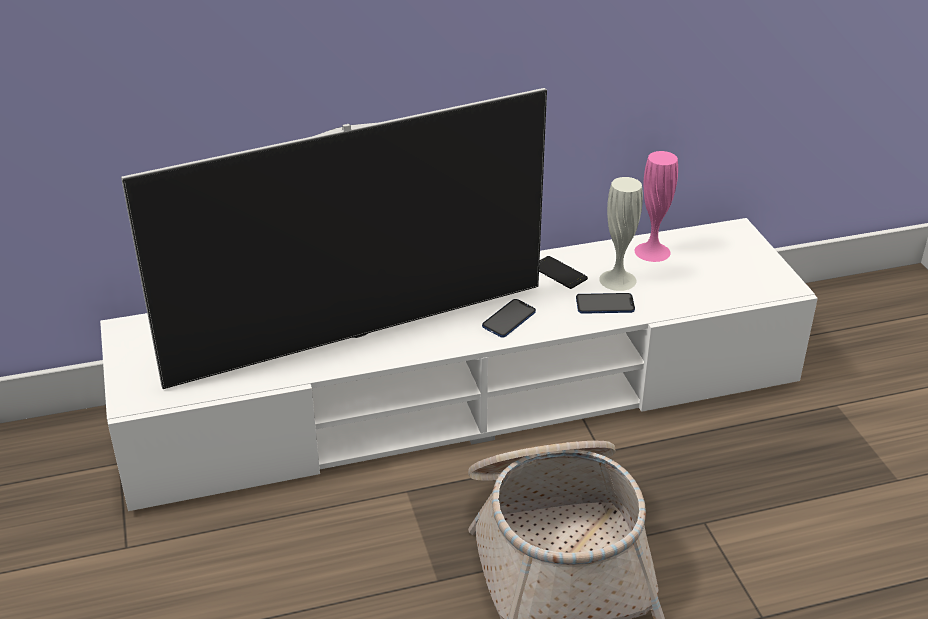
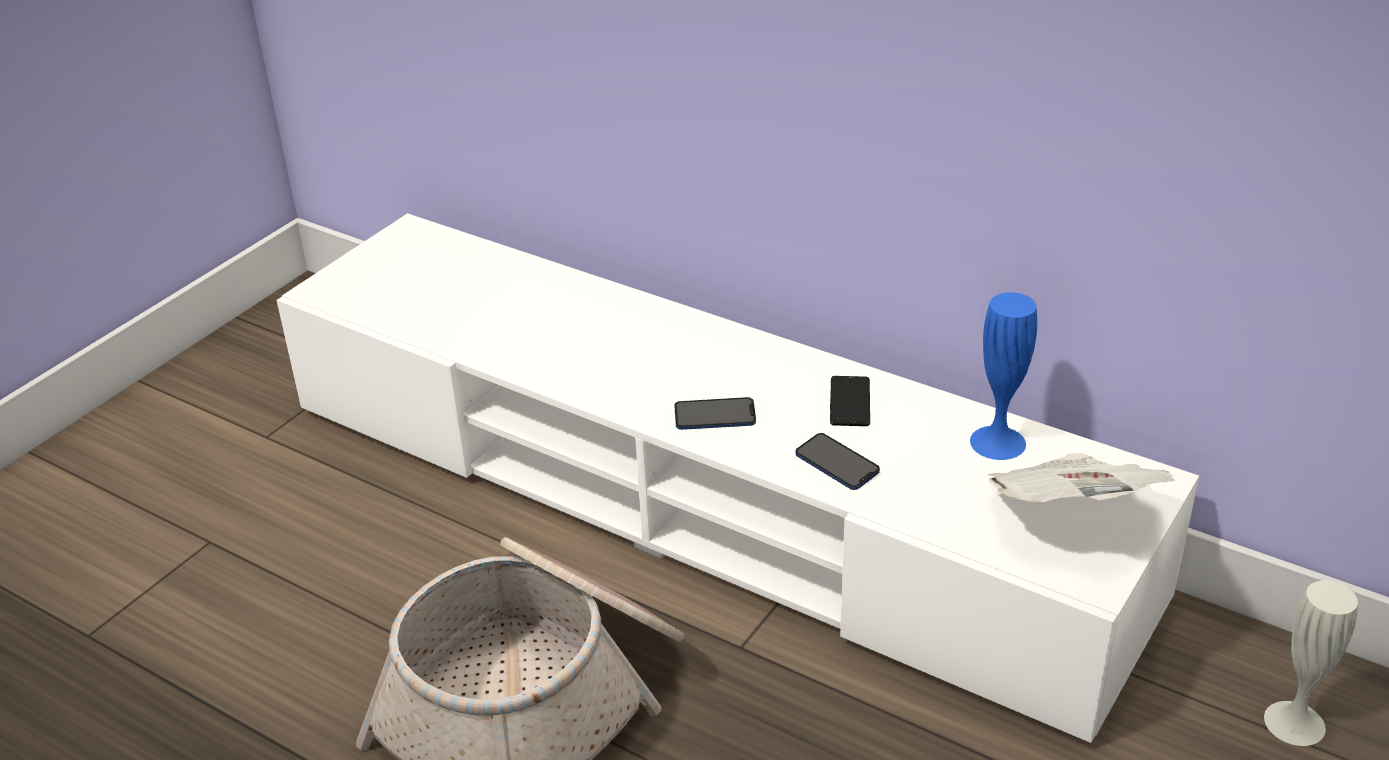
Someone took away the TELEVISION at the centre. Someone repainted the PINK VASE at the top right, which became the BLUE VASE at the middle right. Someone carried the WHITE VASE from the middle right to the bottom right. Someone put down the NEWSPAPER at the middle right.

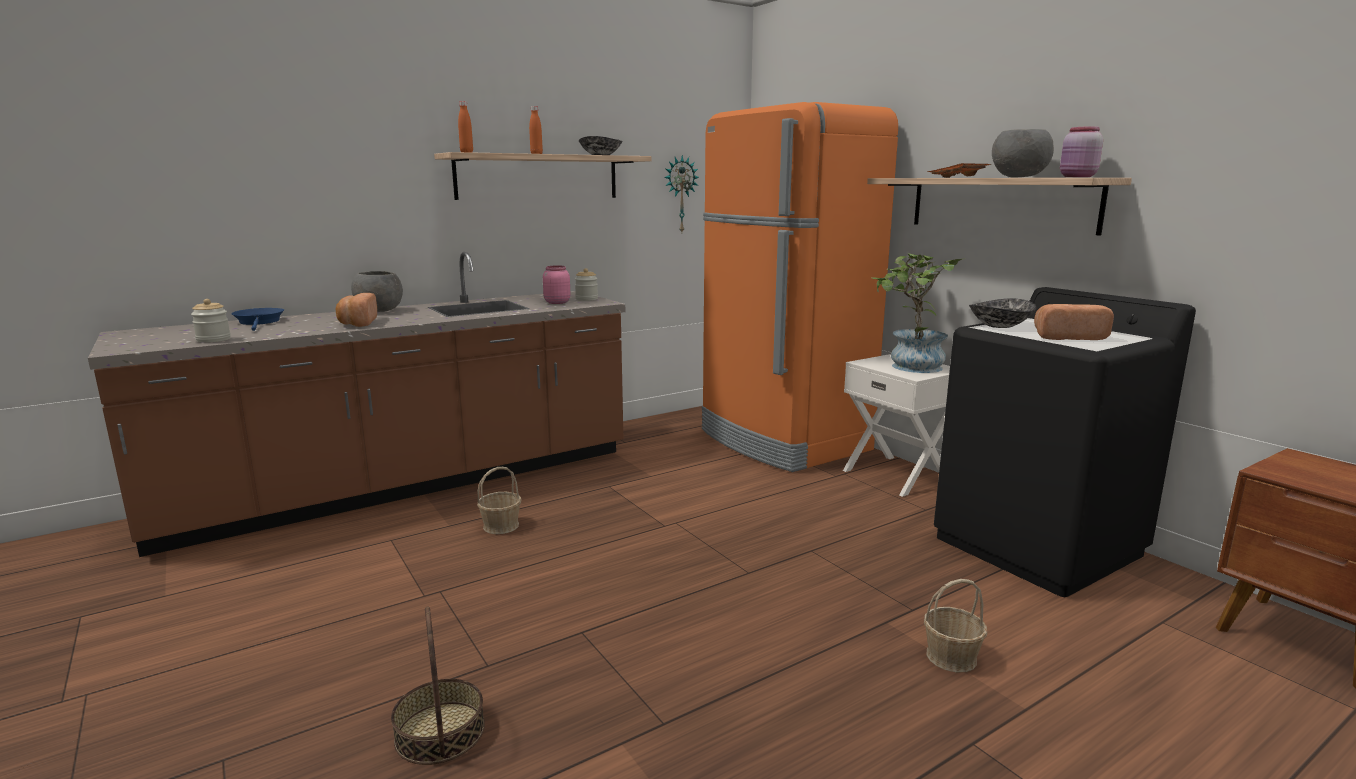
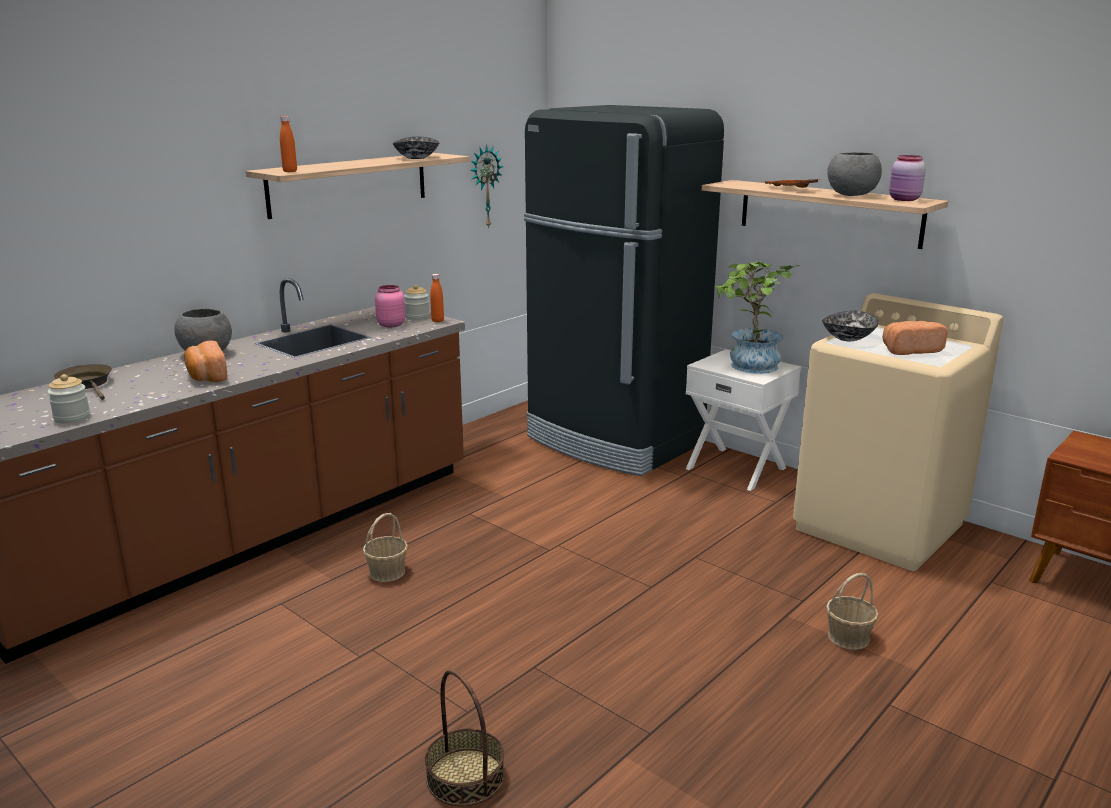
Someone repainted the ORANGE FRIDGE at the centre, which became the BLACK FRIDGE at the centre. Someone carried the ORANGE BOTTLE (no. 2 from left) from the top centre to the centre. Someone repainted the BLACK WASHING MACHINE at the middle right, which became the BEIGE WASHING MACHINE at the middle right. Someone repainted the BLUE FRYING PAN at the middle left, which became the BROWN FRYING PAN at the middle left.

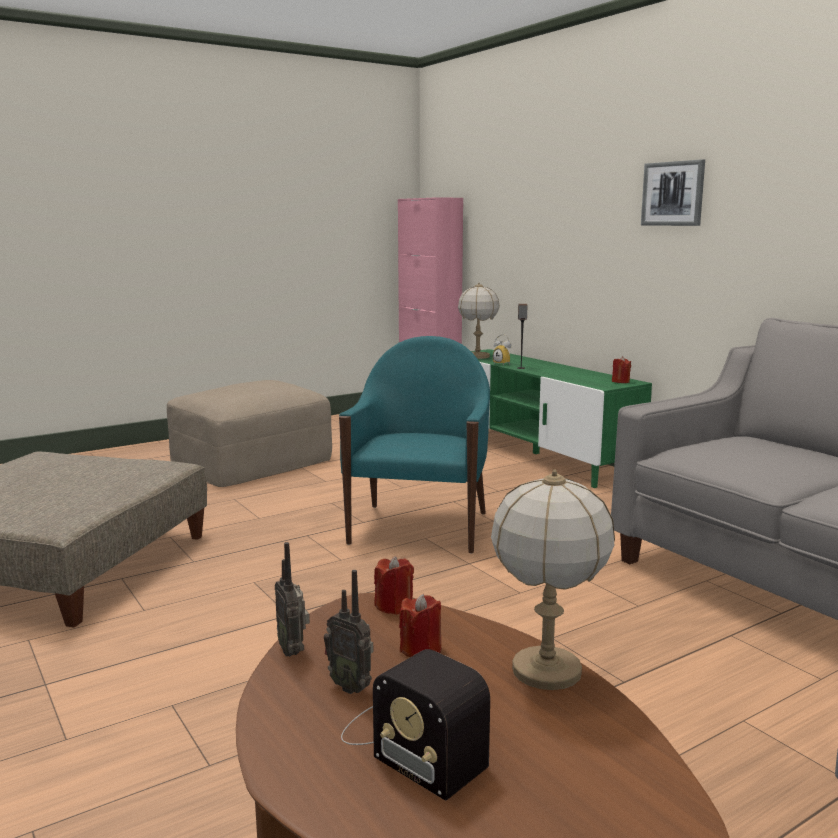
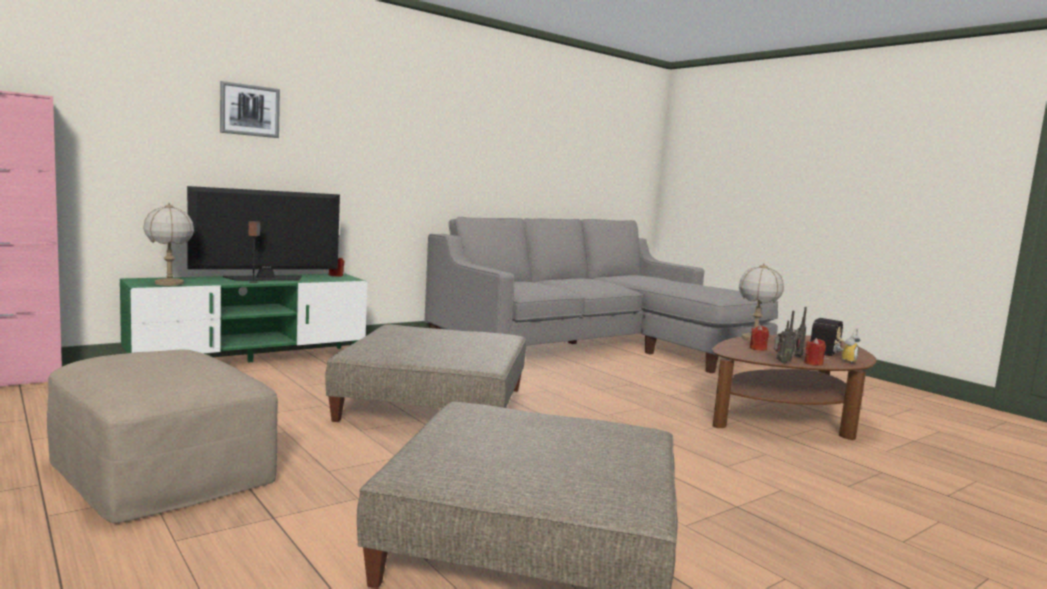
Someone carried the PICTURE from the top right to the top left. Someone carried the ALARM CLOCK from the centre to the middle right. Someone swapped the TURQUOISE ARMCHAIR at the centre for the BEIGE OTTOMAN (no. 2 from left) at the centre. Someone carried the RED CANDLE (no. 1 from left in the first image) from the bottom centre to the middle right. Someone put down the TELEVISION at the middle left.

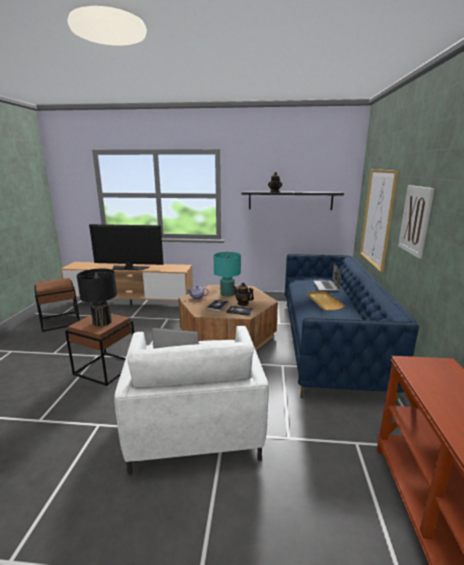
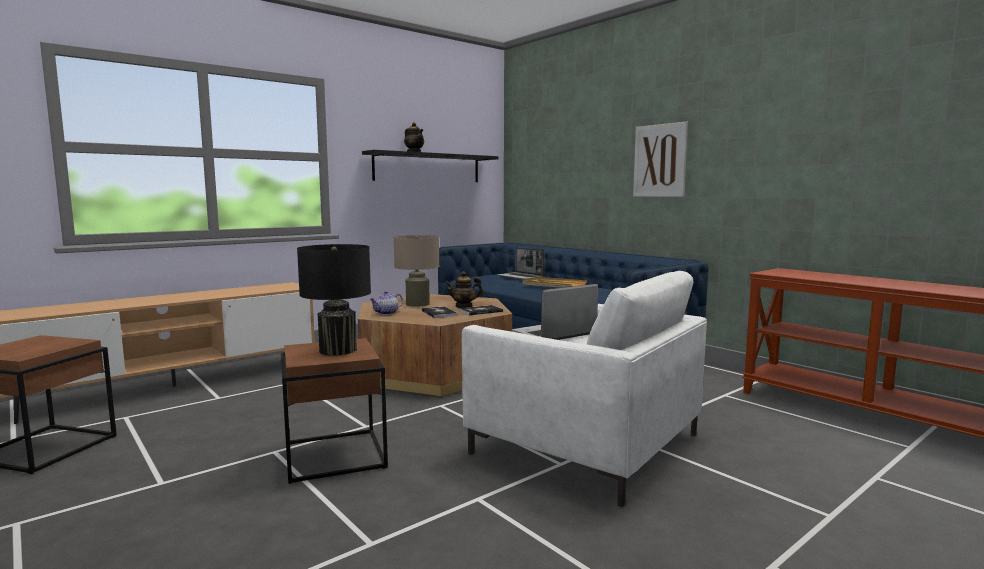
Someone took away the PICTURE (no. 1 from left) at the middle right. Someone took away the TELEVISION at the middle left. Someone repainted the TURQUOISE TABLE LAMP at the centre, which became the BEIGE TABLE LAMP at the centre.

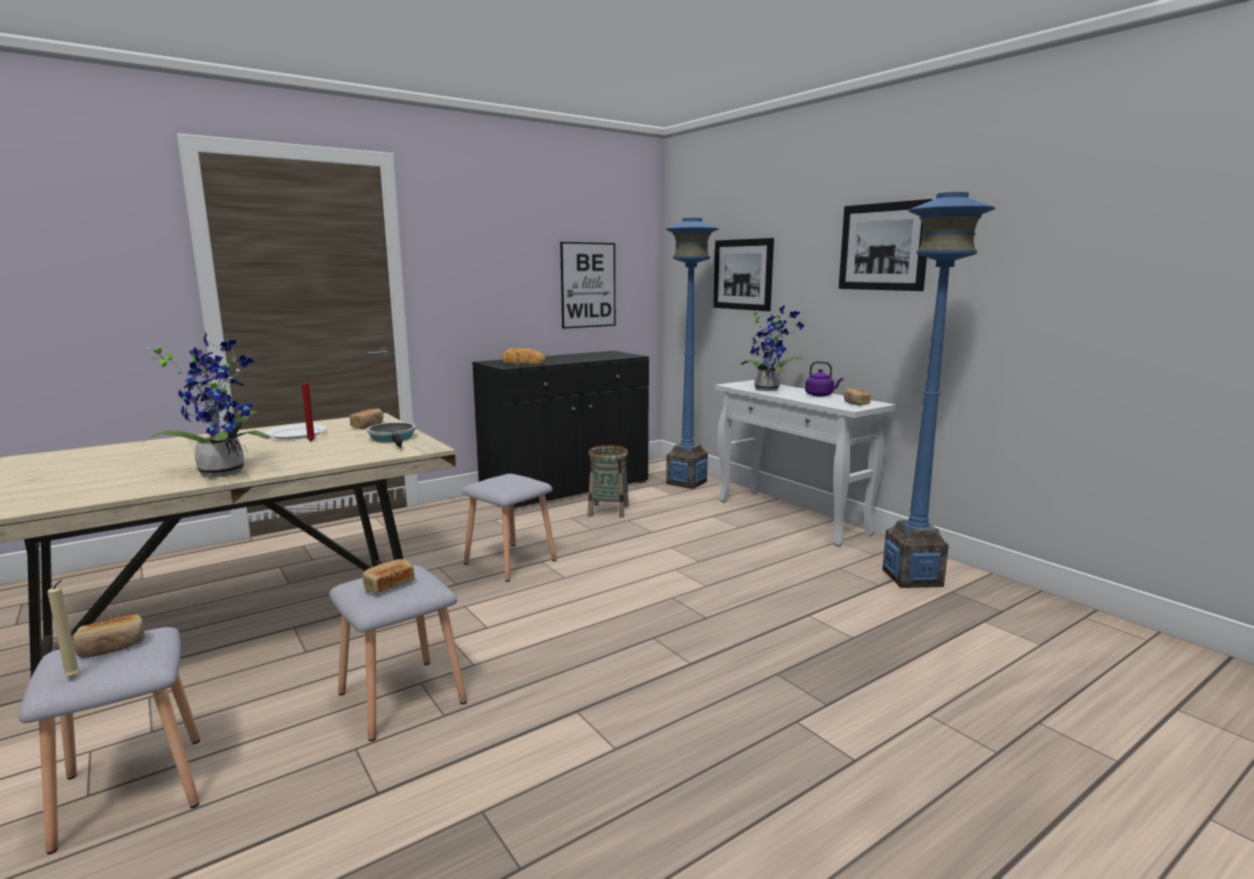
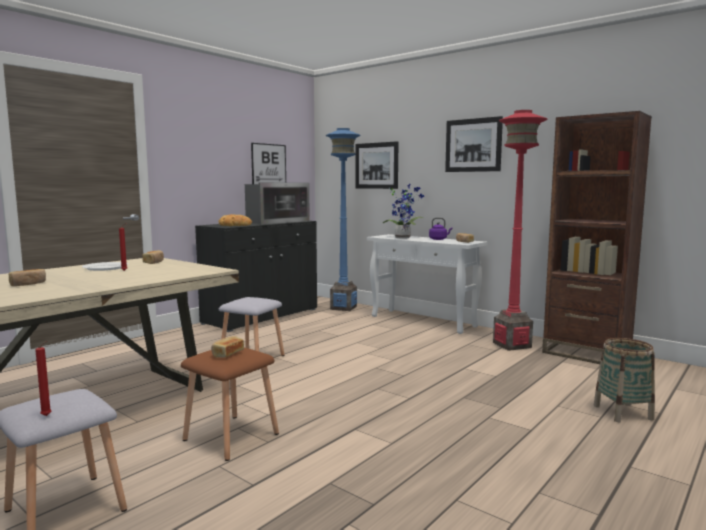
Someone repainted the BLUE FLOOR LAMP (no. 2 from left) at the middle right, which became the RED FLOOR LAMP at the middle right. Someone took away the POTTED PLANT (no. 1 from left) at the middle left. Someone took away the FRYING PAN at the middle left. Someone carried the BASKET from the centre to the bottom right. Someone repainted the GREY STOOL (no. 2 from left) at the bottom left, which became the BROWN STOOL at the bottom left. Someone repainted the BEIGE CANDLE at the bottom left, which became the RED CANDLE (no. 1 from left) at the bottom left. Someone carried the BREAD (no. 1 from left) from the bottom left to the middle left. Someone put down the BROWN BOOKCASE at the middle right. Someone put down the MICROWAVE at the centre.

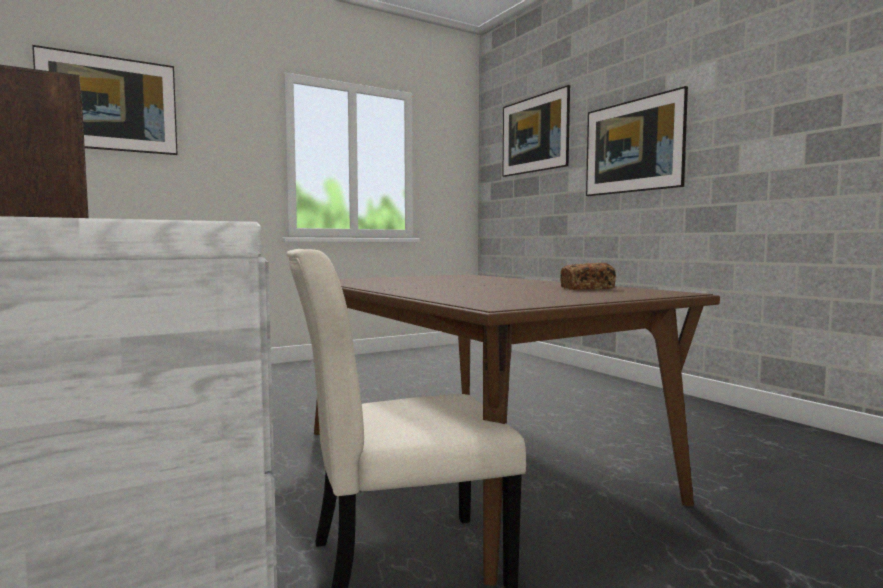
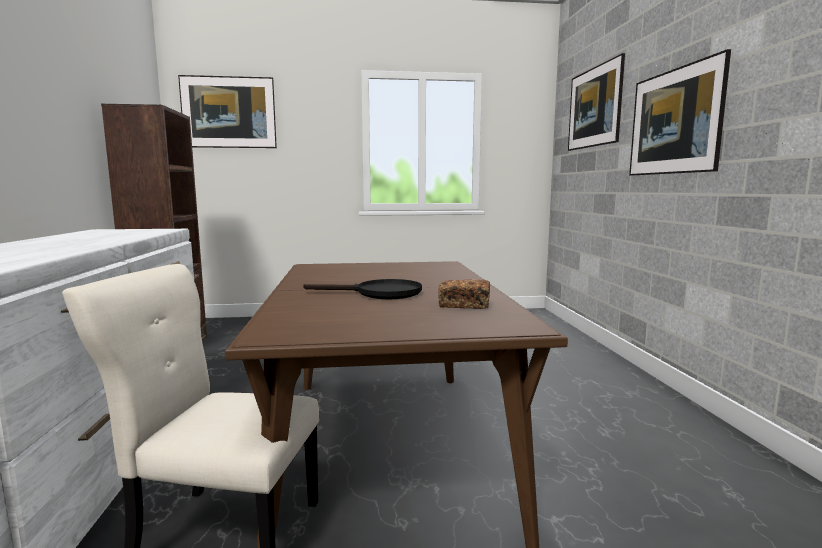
Someone put down the BLACK FRYING PAN at the centre.

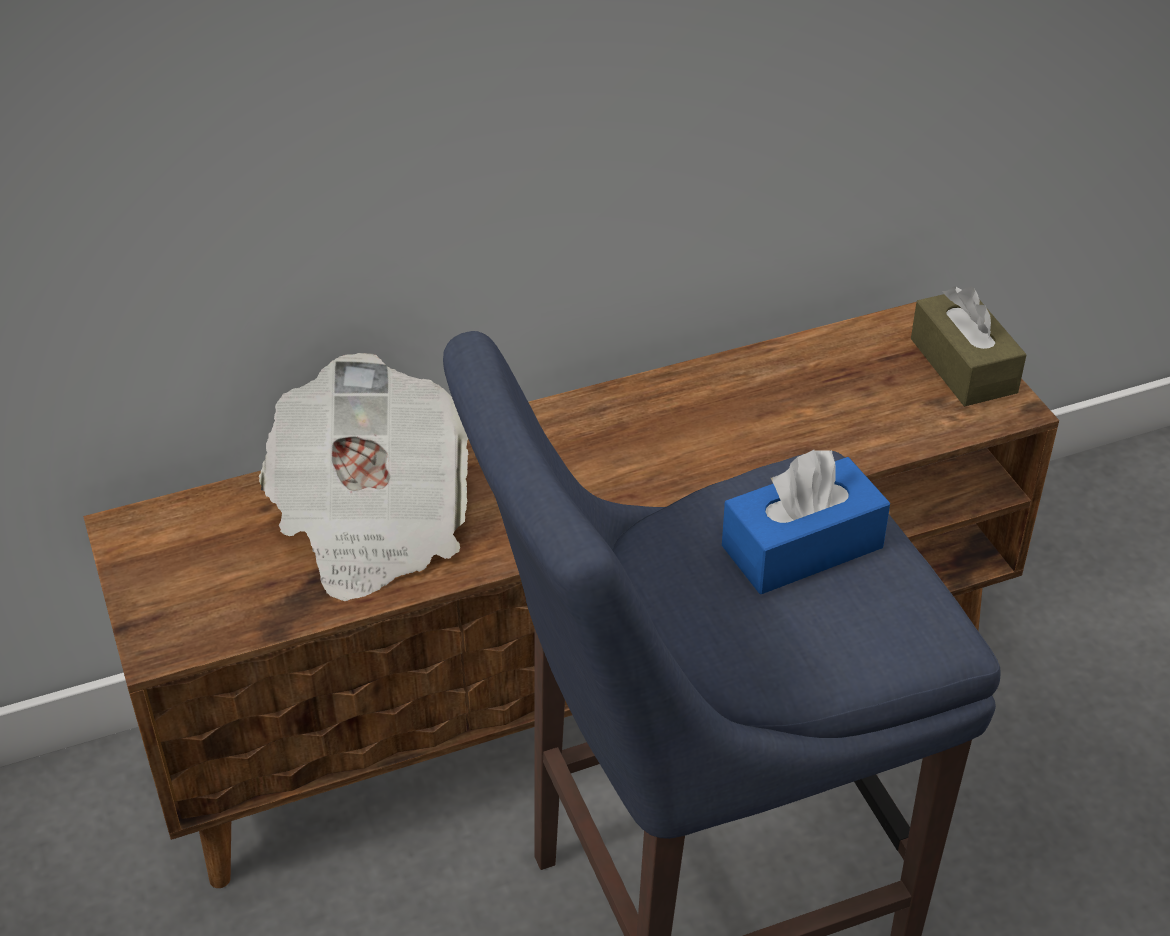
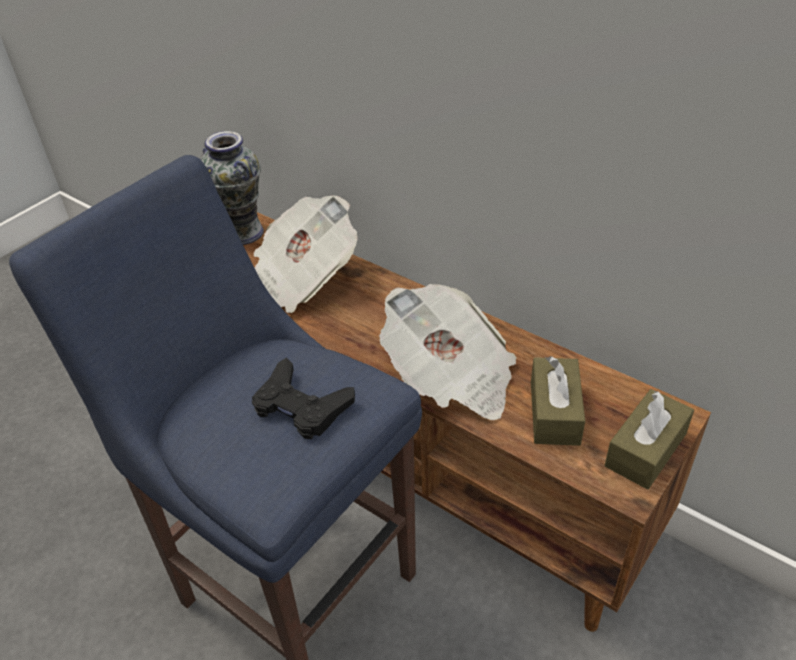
Someone swapped the BLUE TISSUE BOX at the middle right for the BLACK GAME CONTROLLER at the centre. Someone put down the VASE at the top left. Someone put down the NEWSPAPER (no. 2 from left) at the centre. Someone put down the BROWN TISSUE BOX (no. 1 from left) at the middle right.

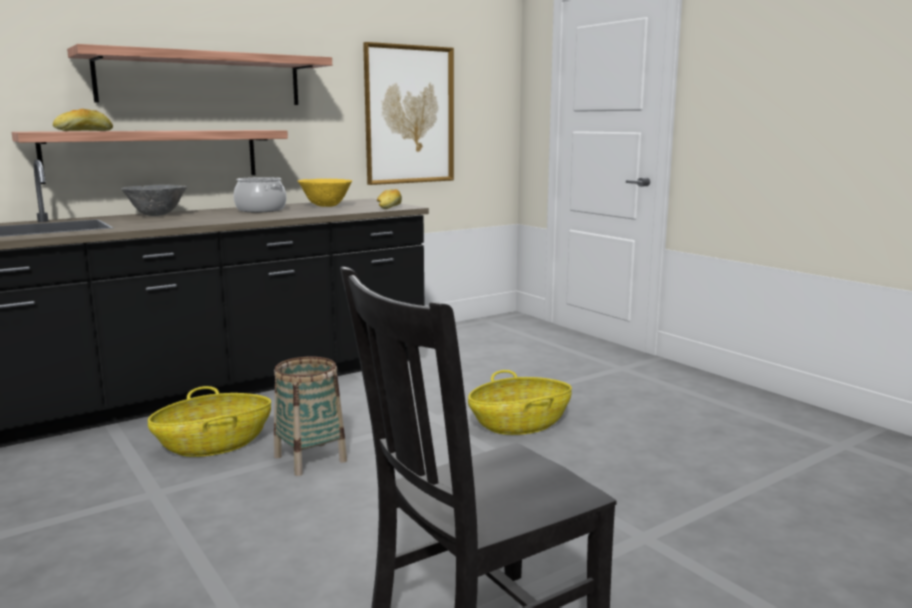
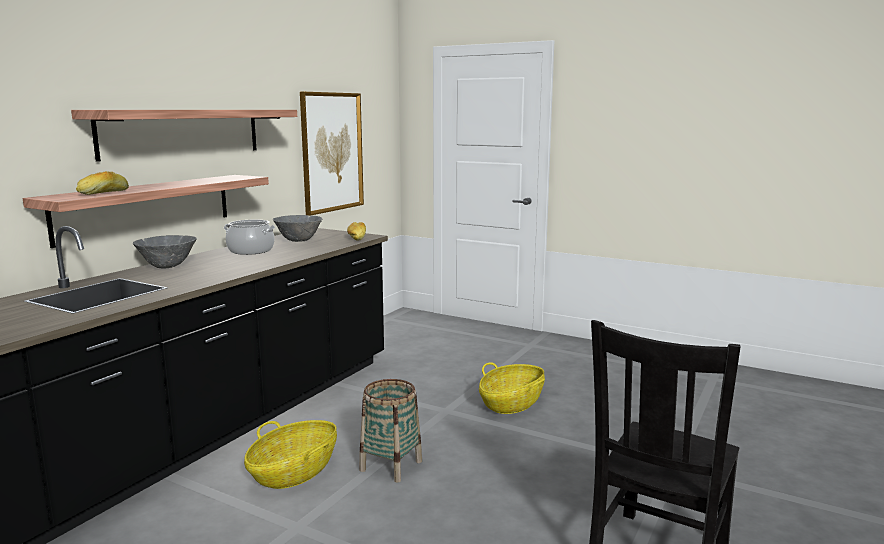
Someone repainted the YELLOW BOWL at the top centre, which became the GREY BOWL (no. 2 from left) at the centre.

